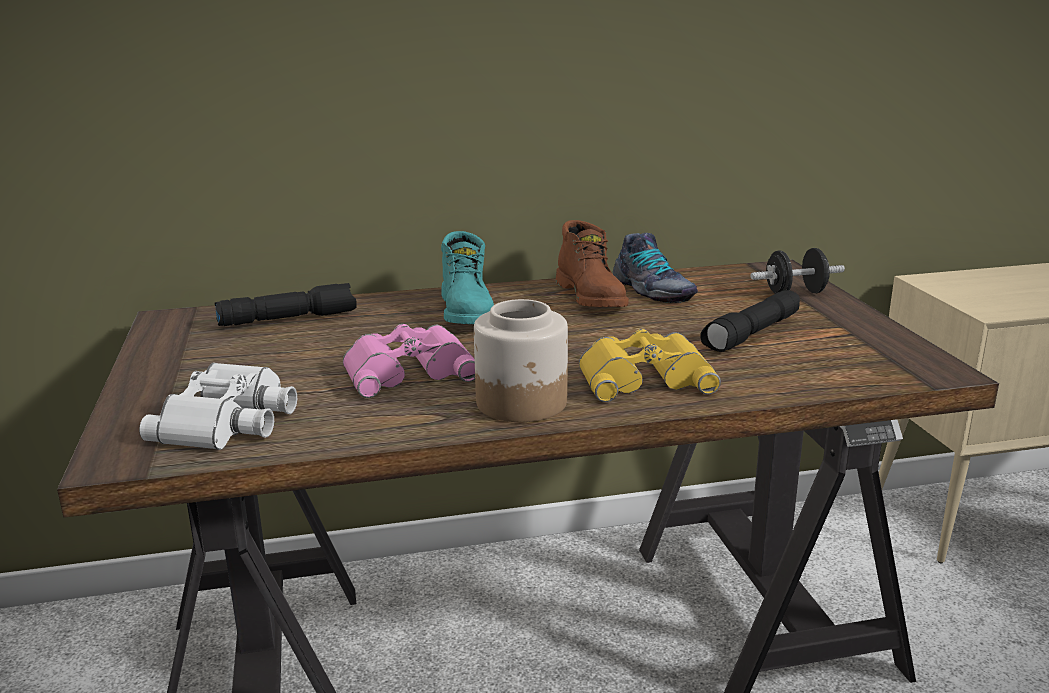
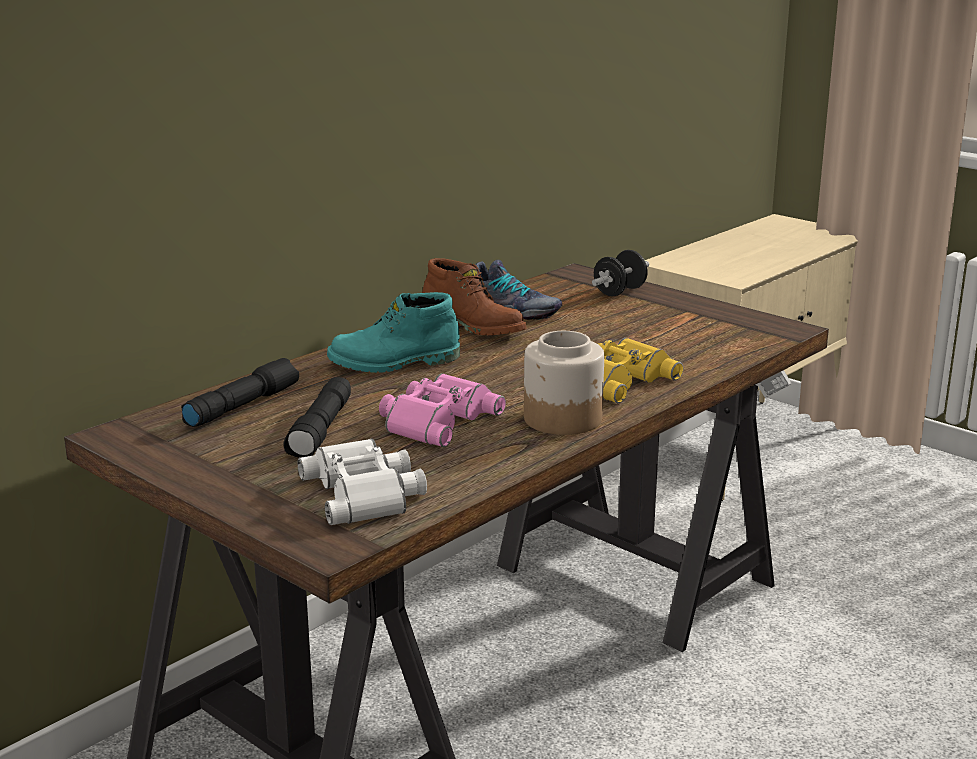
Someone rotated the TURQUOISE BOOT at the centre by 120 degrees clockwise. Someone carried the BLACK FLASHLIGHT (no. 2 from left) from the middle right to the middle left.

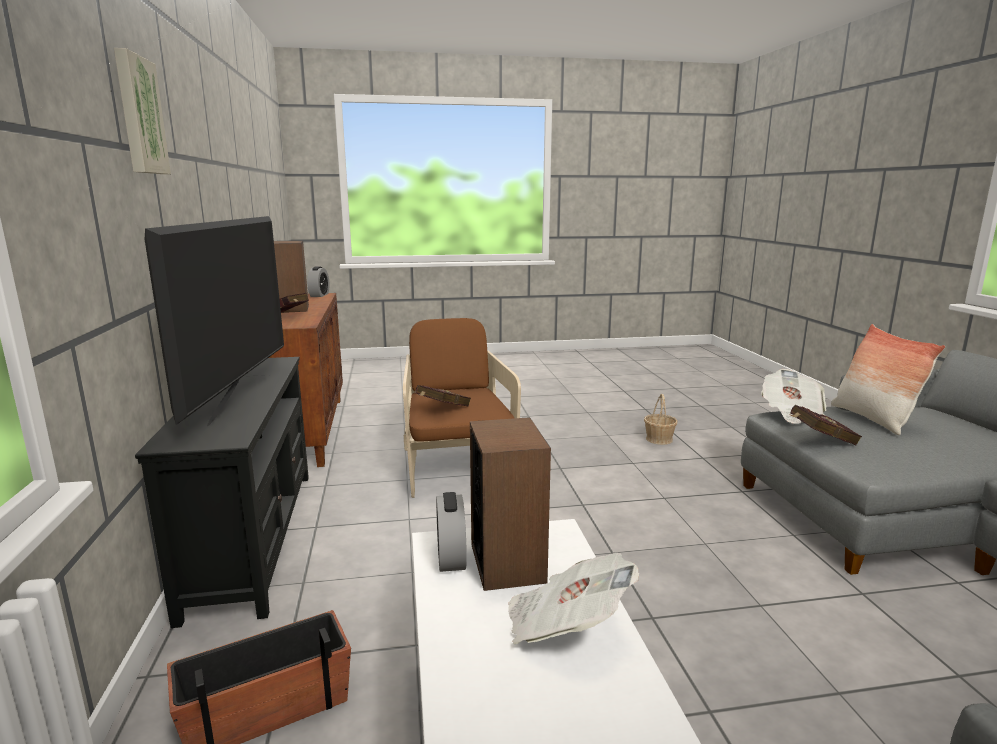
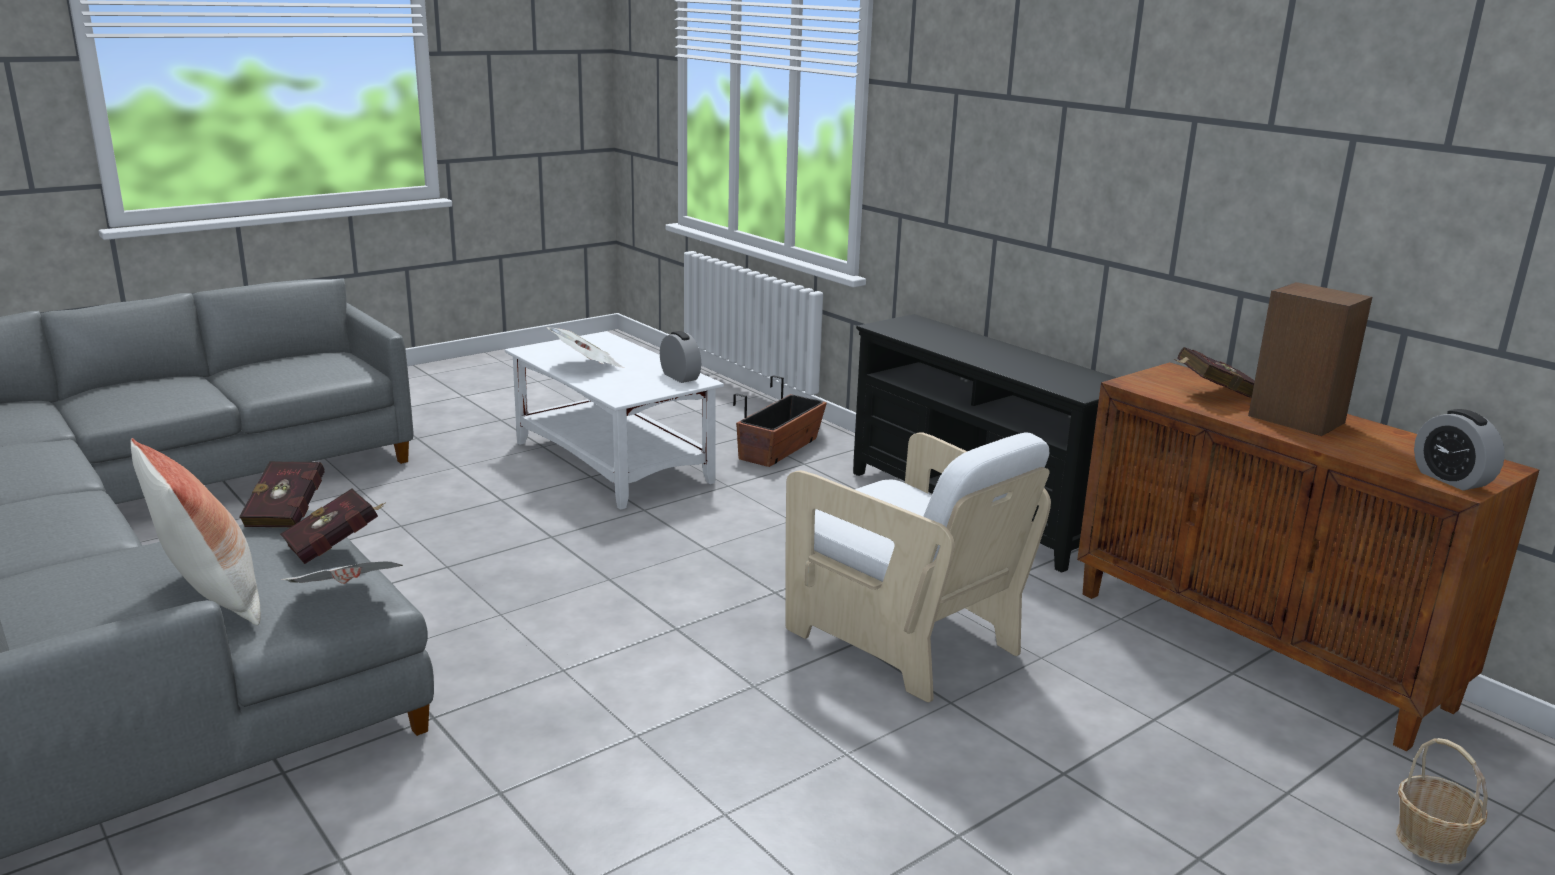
Someone took away the PICTURE at the top left. Someone took away the TELEVISION at the middle left. Someone repainted the BROWN ARMCHAIR at the centre, which became the WHITE ARMCHAIR at the centre. Someone carried the RED BOOK (no. 2 from left in the first image) from the centre to the middle left. Someone carried the BASKET from the centre to the bottom right. Someone took away the SPEAKER (no. 2 from left) at the bottom centre.

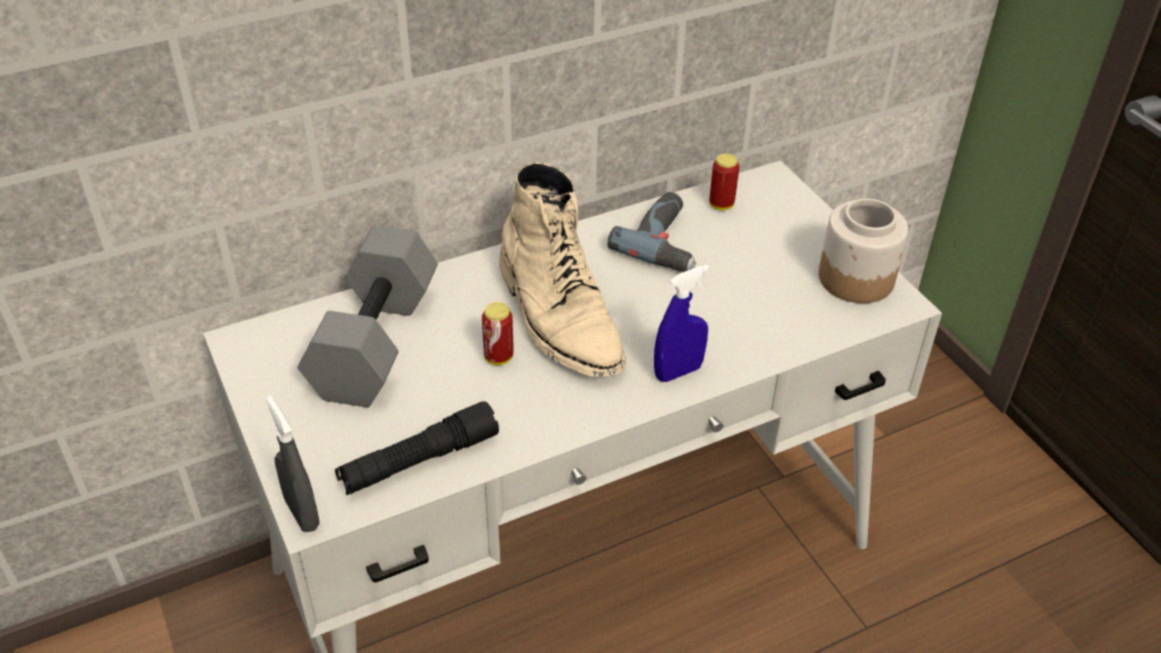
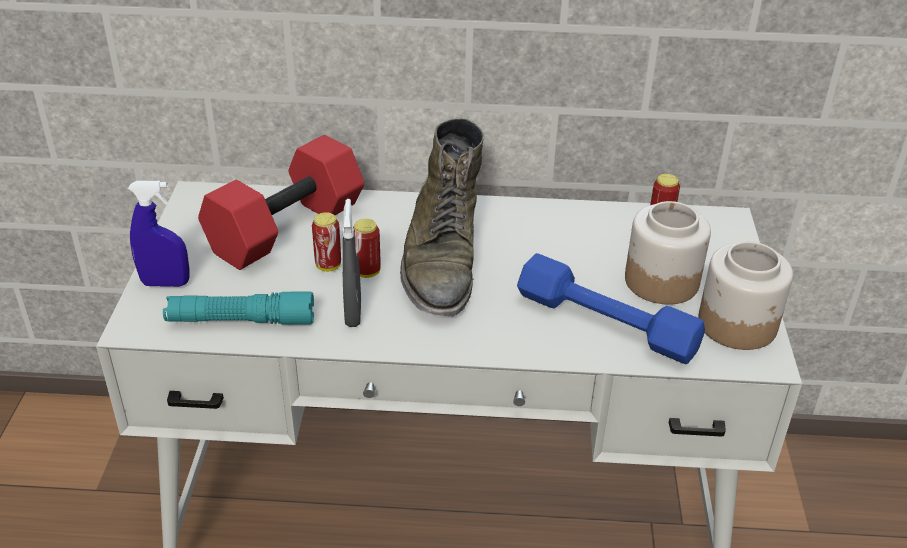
Someone repainted the BEIGE BOOT at the centre, which became the GREEN BOOT at the centre. Someone took away the POWER DRILL at the centre. Someone repainted the GREY DUMBBELL at the middle left, which became the RED DUMBBELL at the middle left. Someone carried the BLUE SPRAY BOTTLE from the centre to the middle left. Someone carried the GREY SPRAY BOTTLE from the bottom left to the centre. Someone repainted the BLACK FLASHLIGHT at the bottom centre, which became the TURQUOISE FLASHLIGHT at the middle left. Someone put down the JAR (no. 1 from left) at the middle right. Someone put down the CAN (no. 1 from left) at the centre. Someone put down the BLUE DUMBBELL at the middle right.

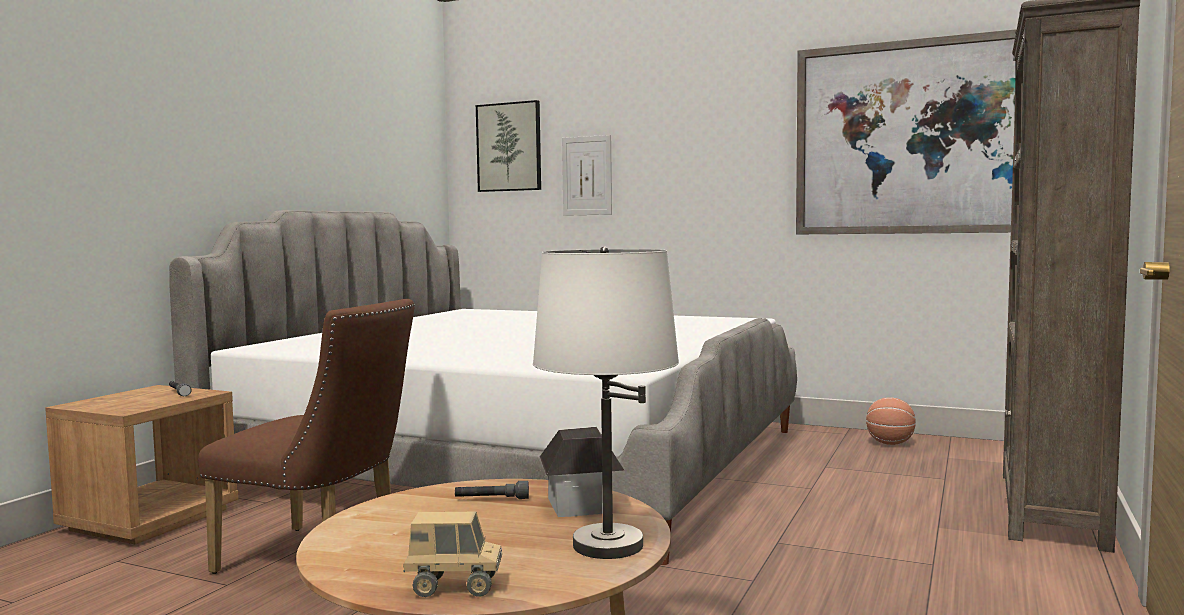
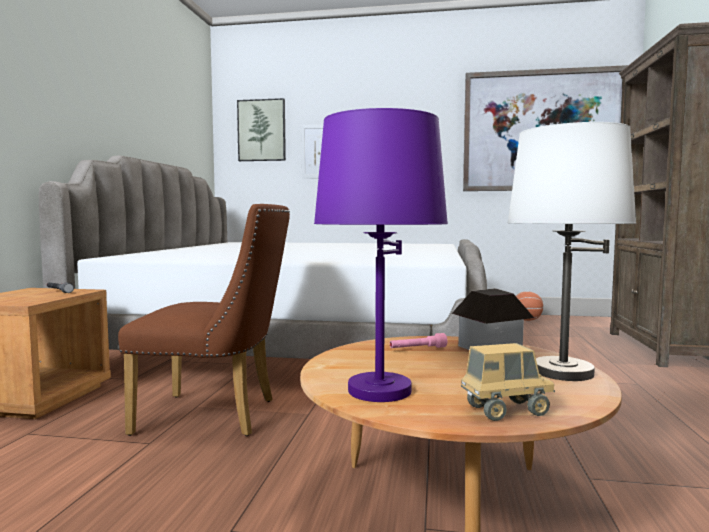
Someone repainted the GREY FLASHLIGHT (no. 2 from left) at the bottom centre, which became the PINK FLASHLIGHT at the centre. Someone put down the PURPLE TABLE LAMP at the centre.

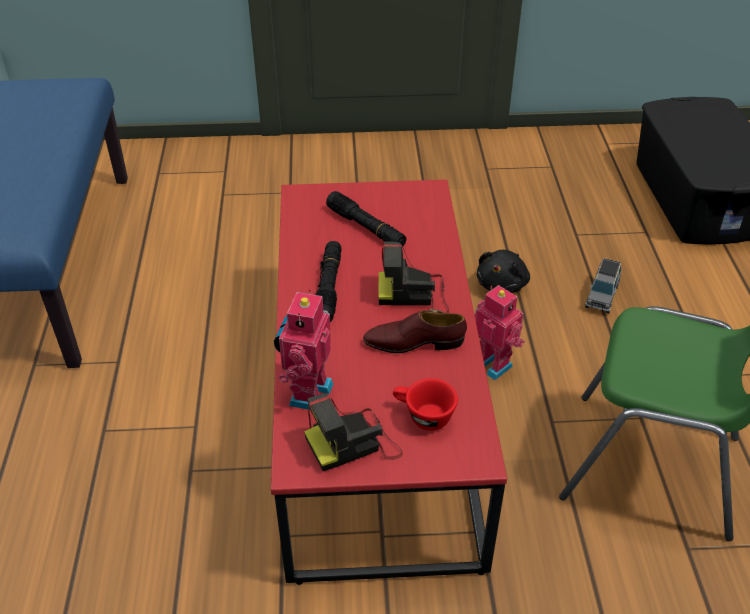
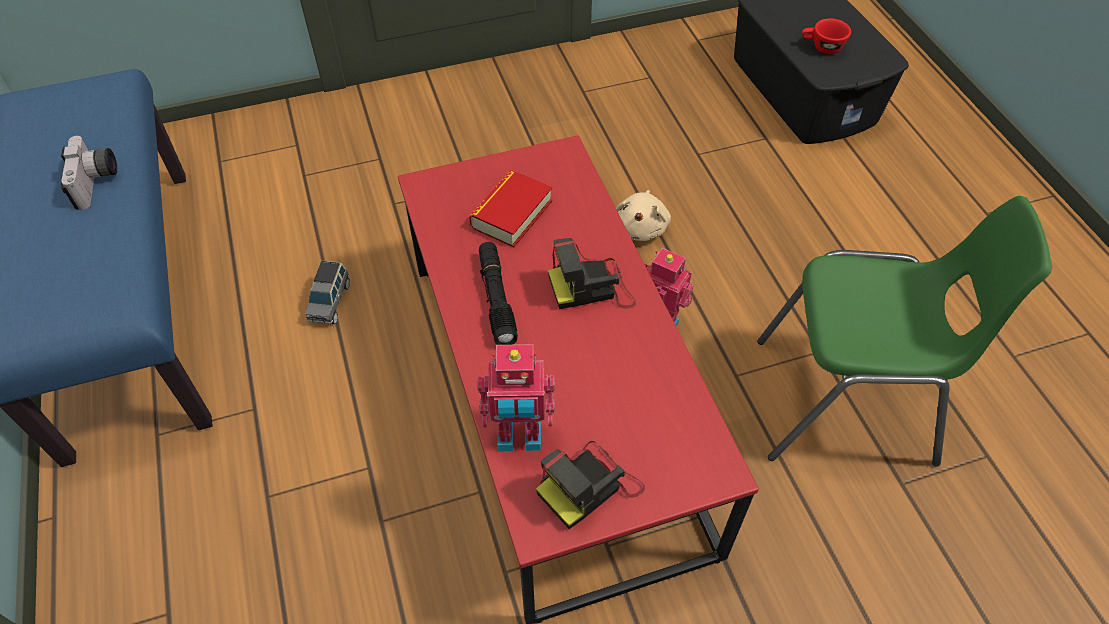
Someone swapped the BLACK FLASHLIGHT (no. 2 from left) at the centre for the BOOK at the centre. Someone repainted the BLACK PLUSH TOY at the middle right, which became the BEIGE PLUSH TOY at the centre. Someone carried the GREY TOY CAR from the middle right to the middle left. Someone rotated the TOY ROBOT (no. 1 from left) at the centre by 90 degrees counterclockwise. Someone took away the BROWN SHOE at the centre. Someone carried the RED CUP from the centre to the top right. Someone put down the PHOTO CAMERA (no. 1 from left) at the top left.

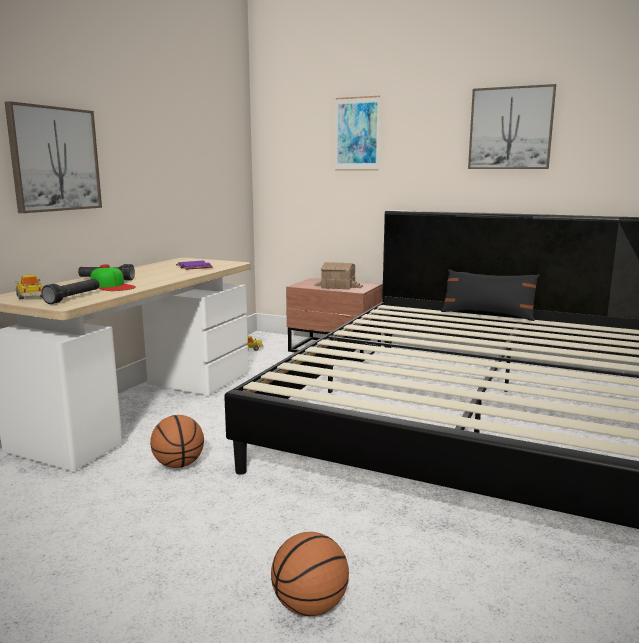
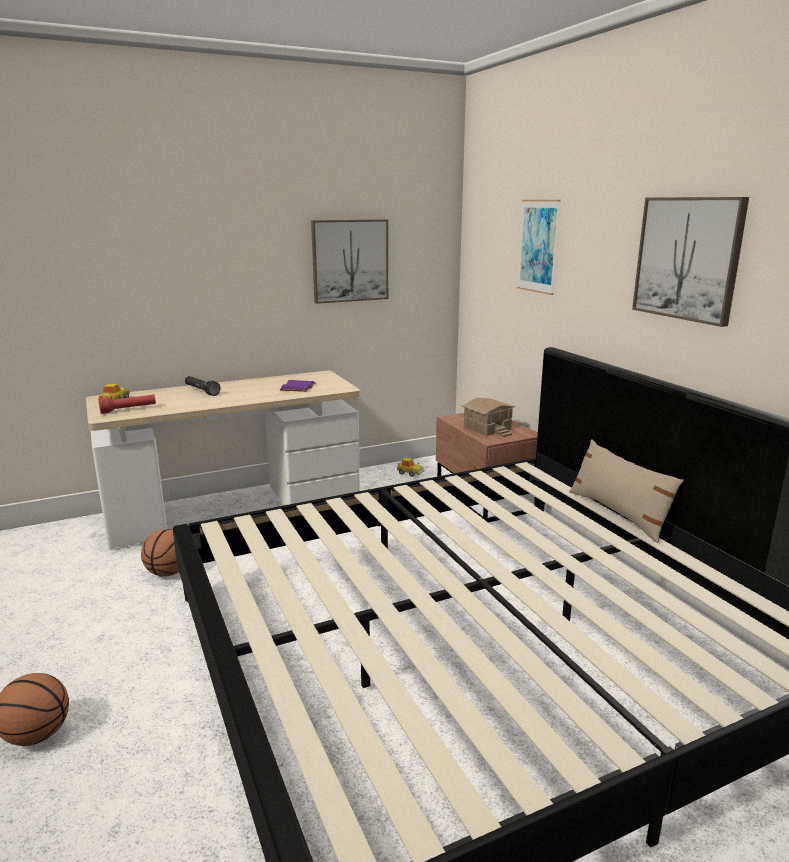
Someone carried the PICTURE (no. 1 from left) from the top left to the top centre. Someone took away the CAP at the middle left. Someone repainted the BLACK PILLOW at the middle right, which became the BEIGE PILLOW at the middle right. Someone repainted the BLACK FLASHLIGHT (no. 1 from left) at the middle left, which became the RED FLASHLIGHT at the middle left.

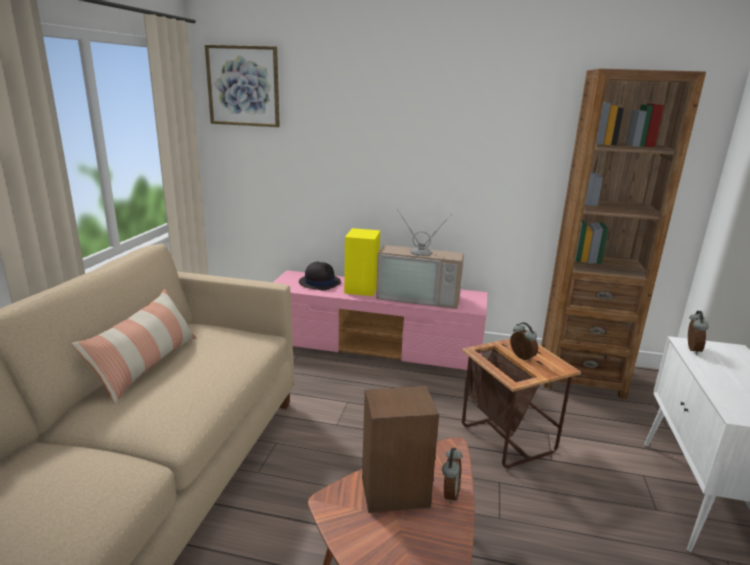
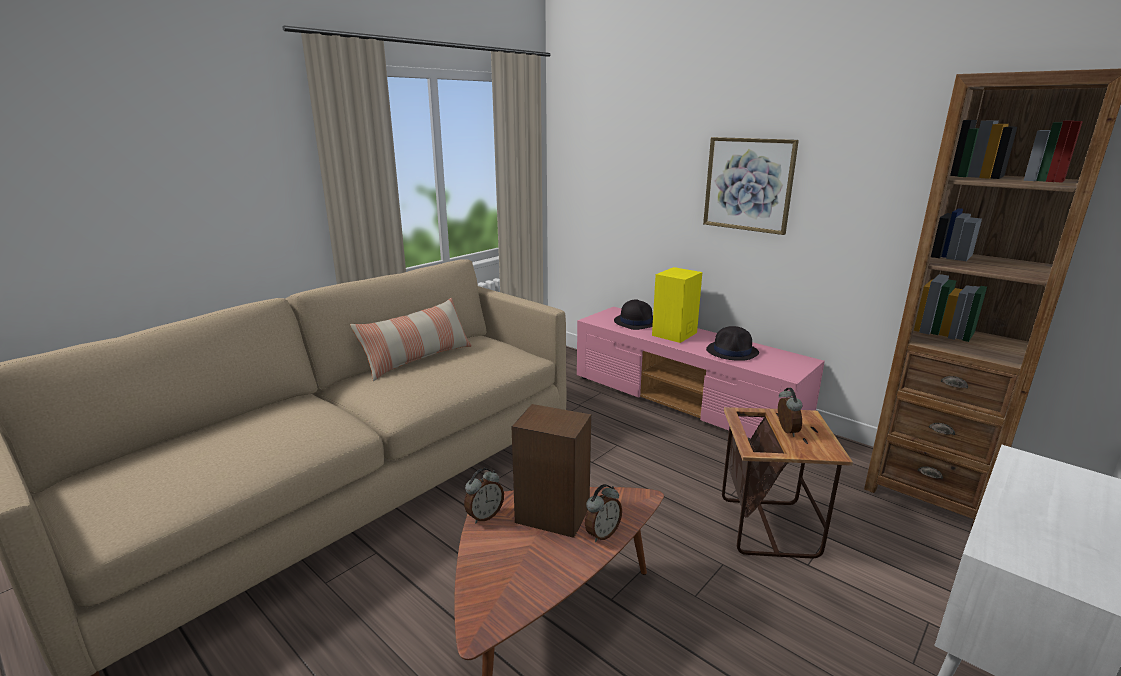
Someone carried the PICTURE from the top left to the top right. Someone swapped the TELEVISION at the centre for the BLACK HAT (no. 2 from left) at the centre. Someone carried the ALARM CLOCK (no. 3 from left in the first image) from the middle right to the bottom centre.

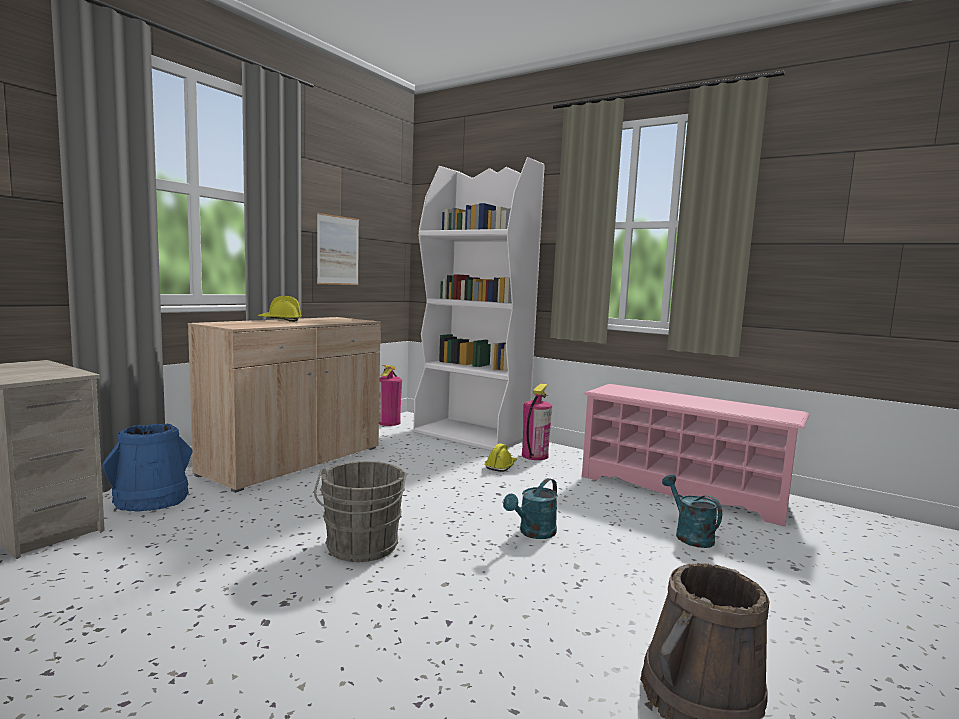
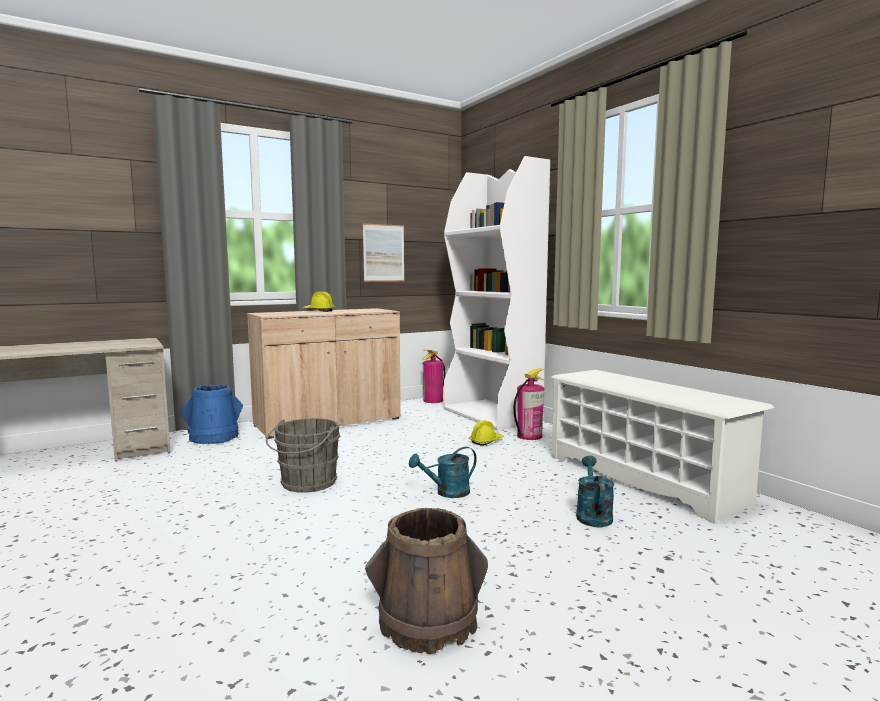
Someone repainted the PINK SHOE RACK at the middle right, which became the WHITE SHOE RACK at the middle right.

